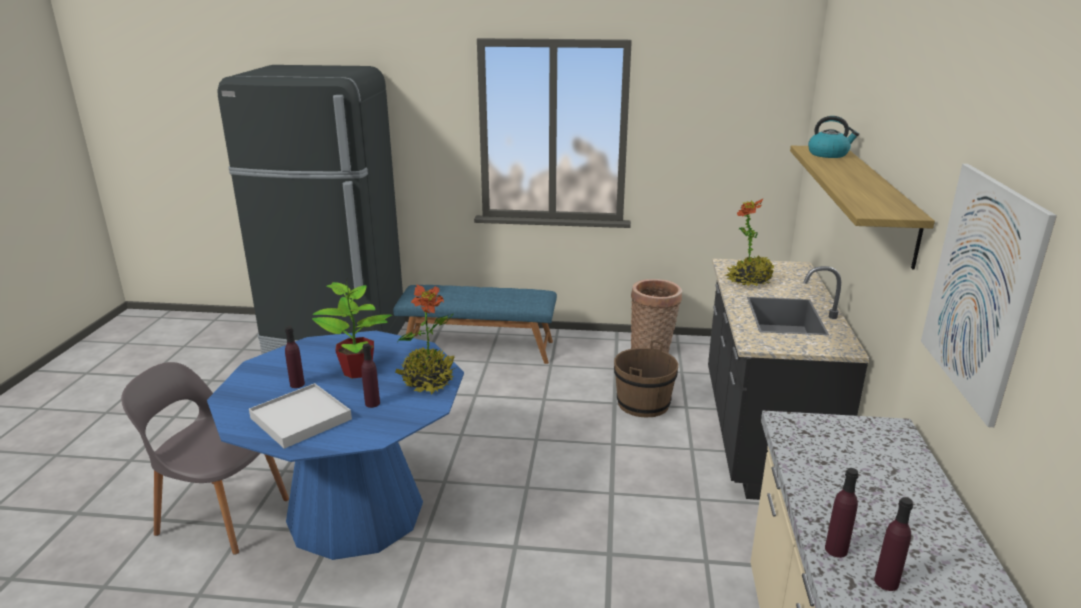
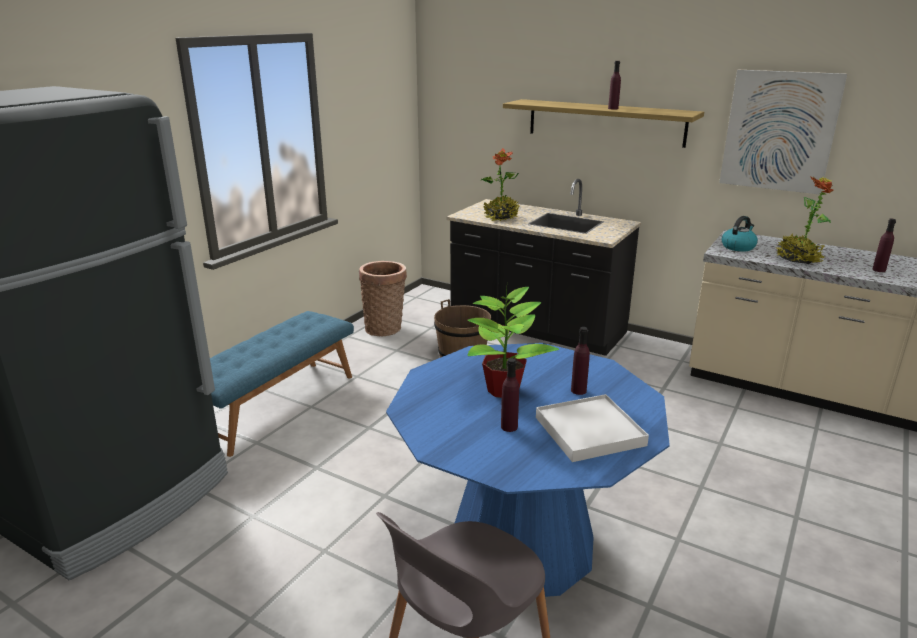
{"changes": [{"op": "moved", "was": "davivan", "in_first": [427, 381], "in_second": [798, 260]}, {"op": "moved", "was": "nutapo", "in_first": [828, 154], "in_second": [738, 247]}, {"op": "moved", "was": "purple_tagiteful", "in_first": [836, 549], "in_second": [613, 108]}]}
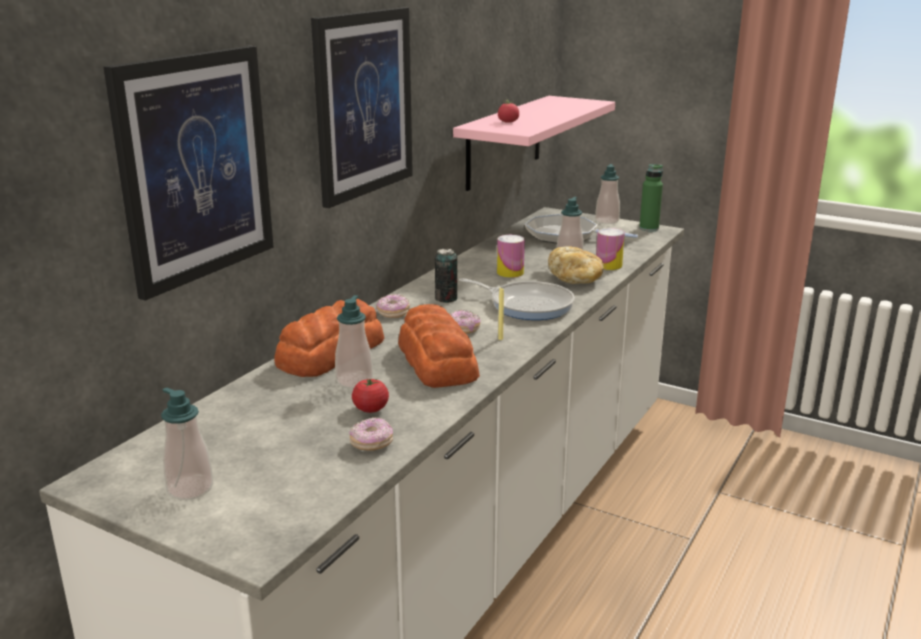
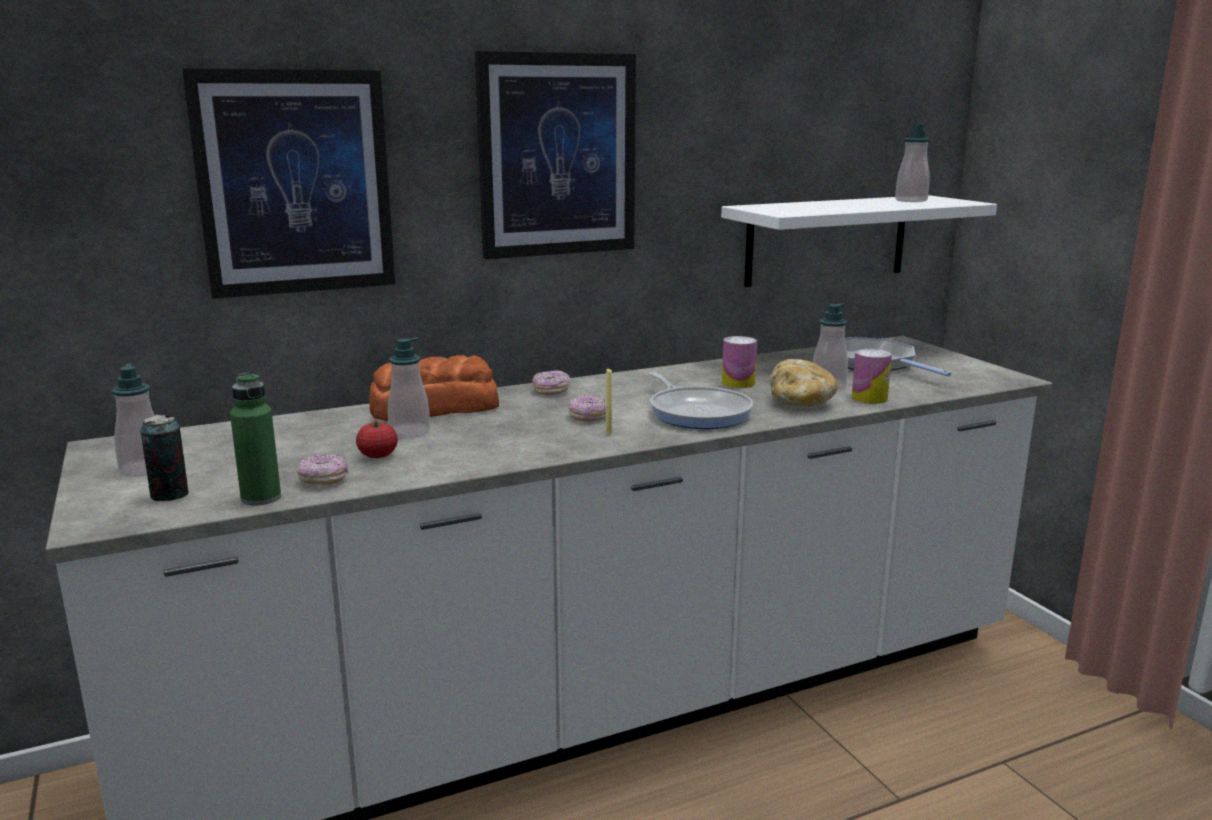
{"changes": [{"op": "removed", "was": "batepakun", "in_first": [437, 361]}, {"op": "removed", "was": "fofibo", "in_first": [508, 122]}, {"op": "moved", "was": "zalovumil", "in_first": [446, 299], "in_second": [170, 495]}, {"op": "moved", "was": "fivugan", "in_first": [607, 221], "in_second": [911, 200]}, {"op": "moved", "was": "green_tagiteful", "in_first": [649, 228], "in_second": [261, 498]}, {"op": "recoloured", "was": "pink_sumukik", "now": "white_sumukik", "in_first": [504, 142], "in_second": [827, 240]}]}
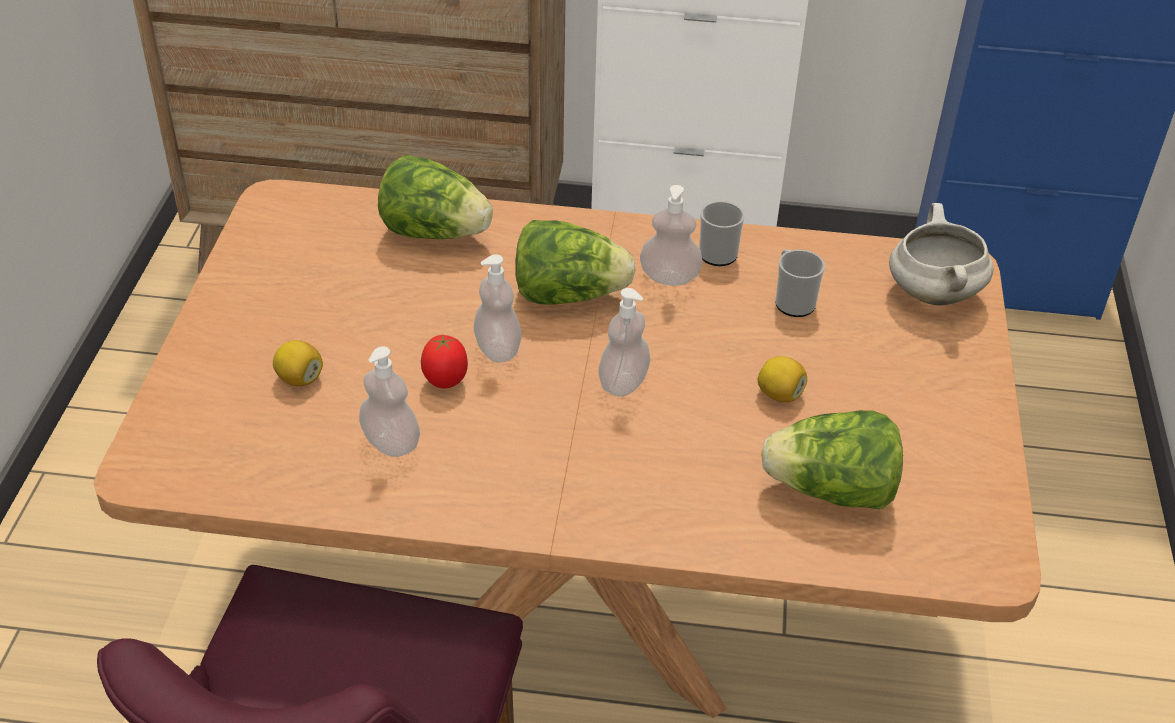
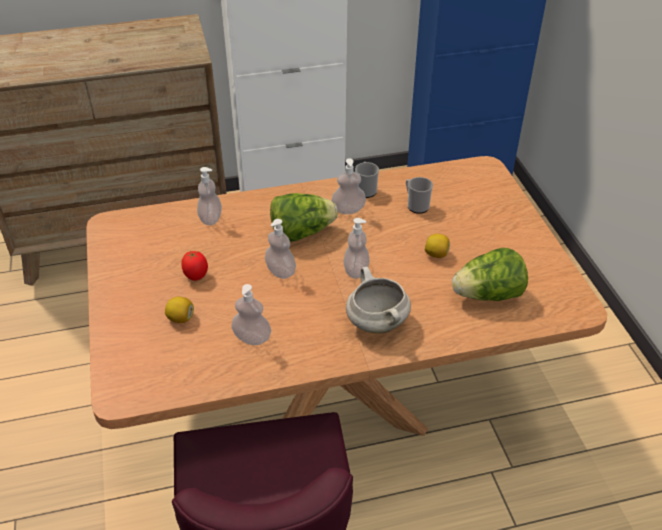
{"changes": [{"op": "moved", "was": "fofibo", "in_first": [445, 381], "in_second": [196, 276]}, {"op": "moved", "was": "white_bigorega", "in_first": [932, 293], "in_second": [376, 322]}, {"op": "replaced", "was": "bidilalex", "now": "fivugan", "in_first": [435, 232], "in_second": [210, 218]}]}
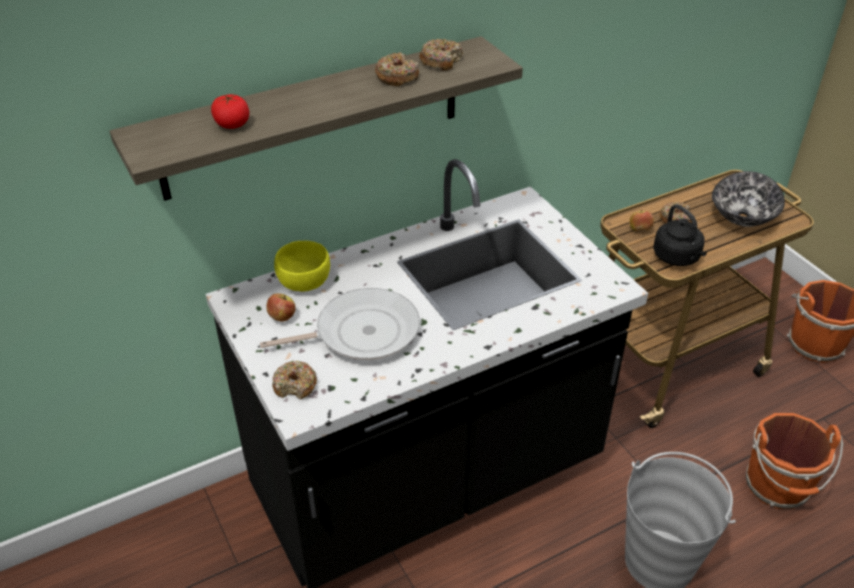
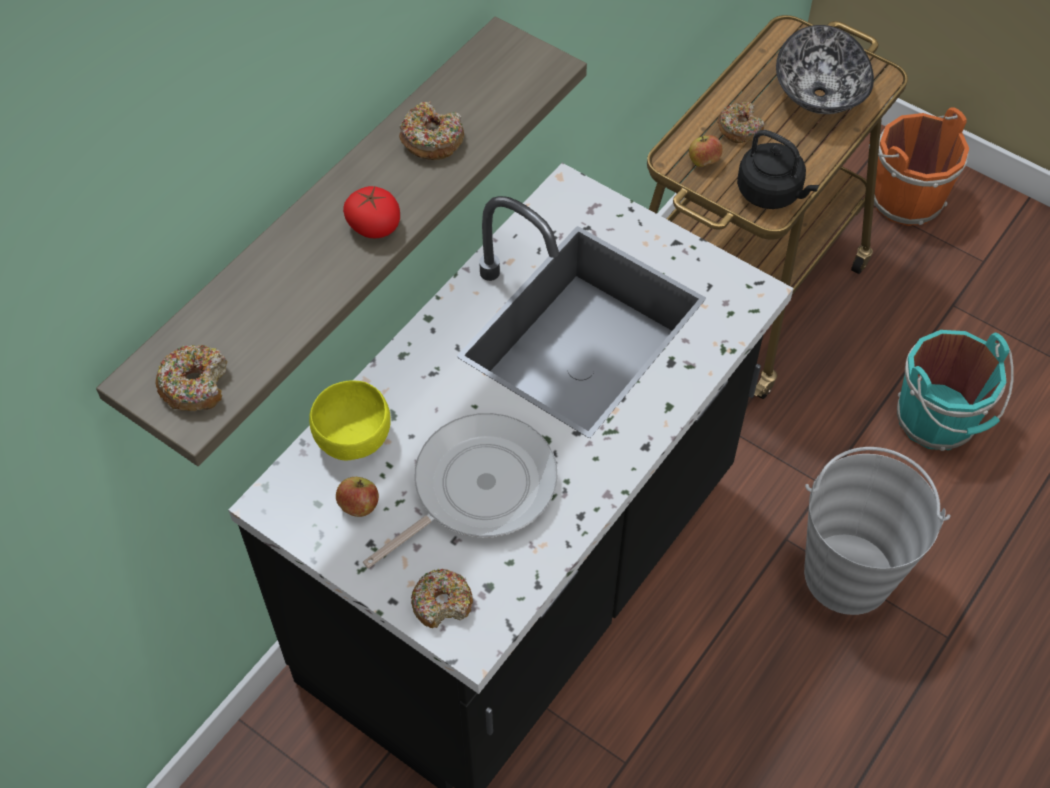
{"changes": [{"op": "moved", "was": "fofibo", "in_first": [232, 124], "in_second": [374, 225]}, {"op": "moved", "was": "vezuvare", "in_first": [440, 61], "in_second": [195, 384]}, {"op": "recoloured", "was": "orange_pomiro", "now": "turquoise_pomiro", "in_first": [778, 487], "in_second": [938, 420]}]}
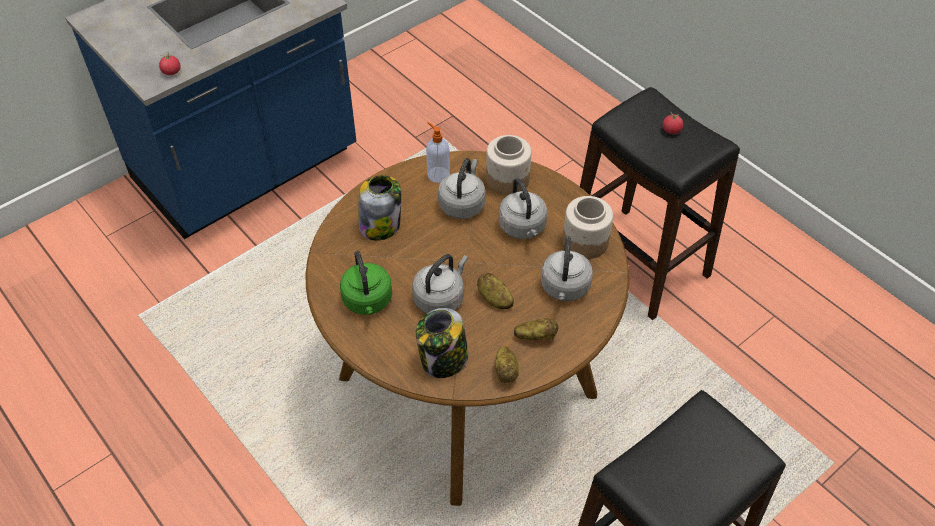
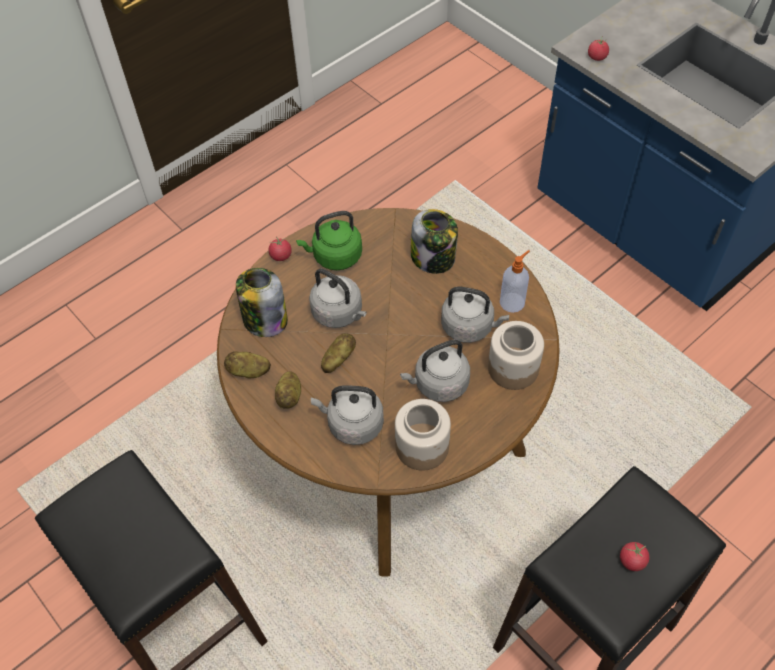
{"changes": [{"op": "added", "now": "fofibo", "in_second": [281, 256]}]}
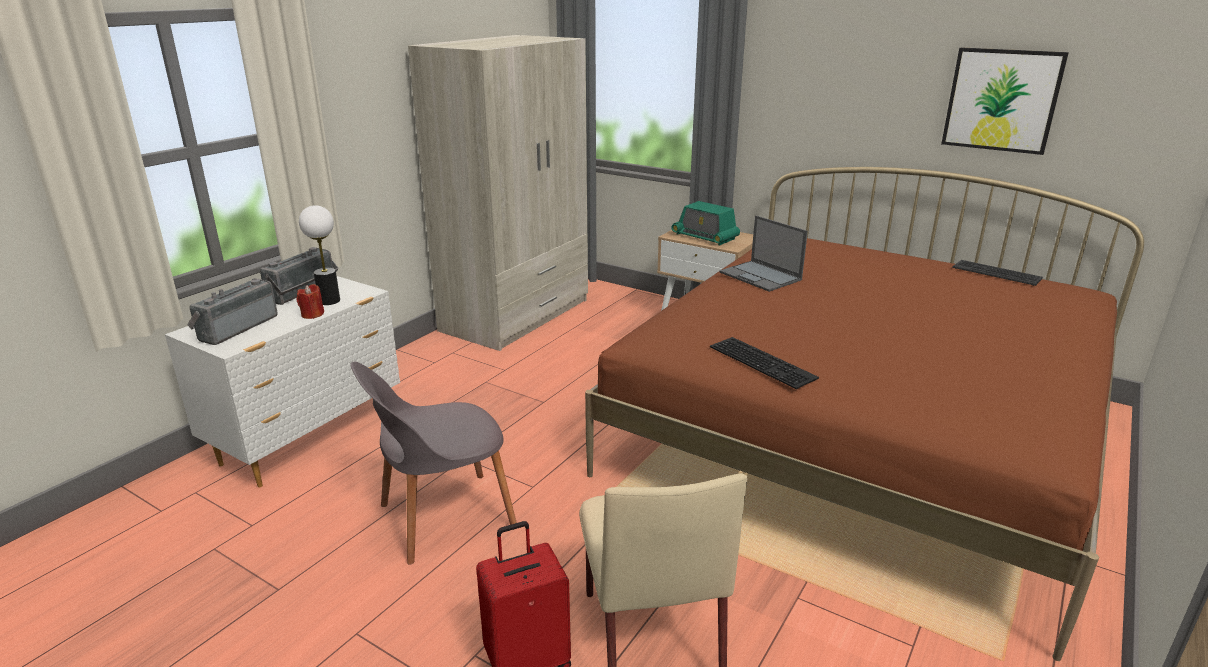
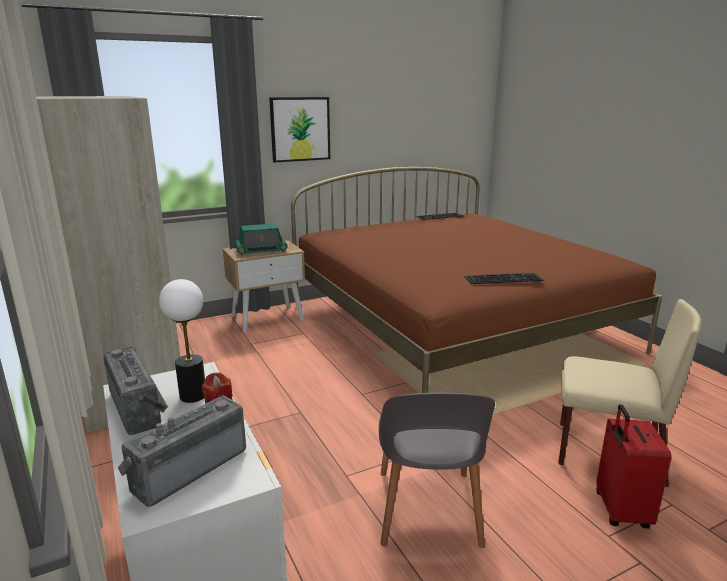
{"changes": [{"op": "removed", "was": "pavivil", "in_first": [761, 276]}, {"op": "moved", "was": "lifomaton", "in_first": [1002, 100], "in_second": [300, 129]}, {"op": "turned", "was": "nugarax", "in_first": [236, 327], "in_second": [187, 468], "clockwise": 75}]}
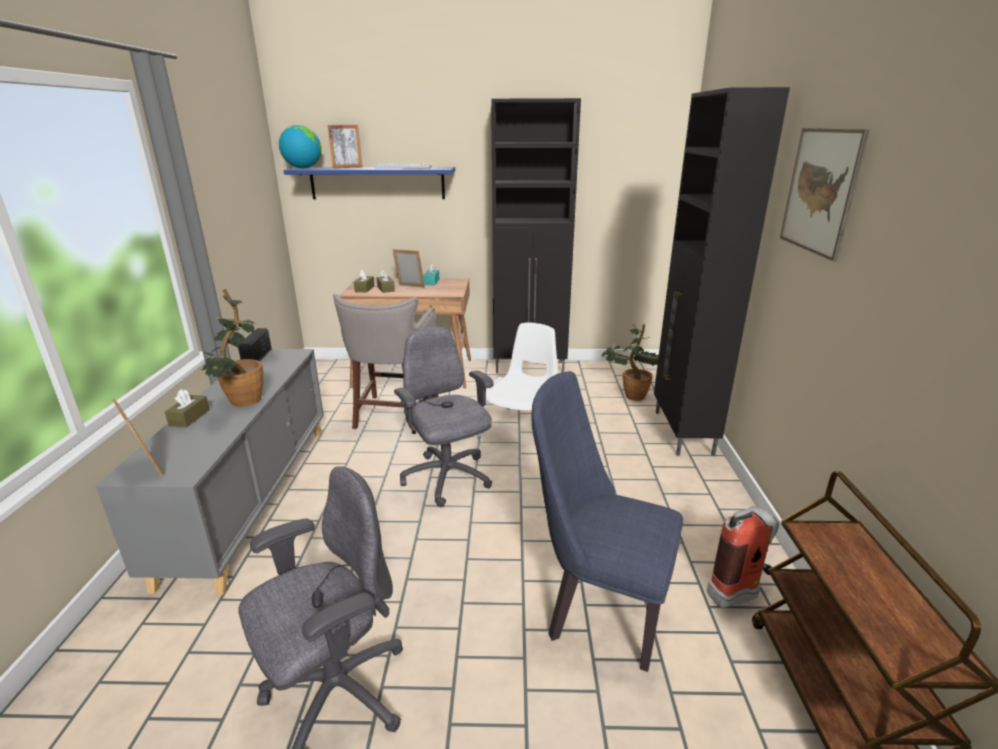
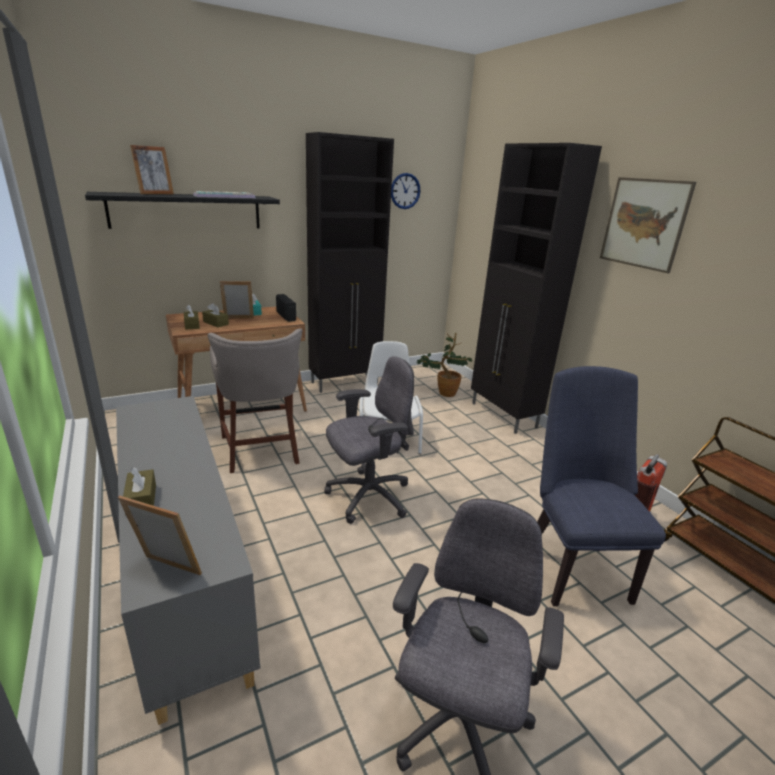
{"changes": [{"op": "removed", "was": "davivan", "in_first": [241, 403]}, {"op": "removed", "was": "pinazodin", "in_first": [303, 168]}, {"op": "added", "now": "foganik", "in_second": [405, 191]}, {"op": "moved", "was": "nugarax", "in_first": [258, 358], "in_second": [286, 316]}, {"op": "recoloured", "was": "blue_sumukik", "now": "black_sumukik", "in_first": [377, 183], "in_second": [186, 211]}, {"op": "turned", "was": "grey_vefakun", "in_first": [447, 479], "in_second": [367, 497], "clockwise": 120}, {"op": "turned", "was": "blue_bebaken", "in_first": [597, 611], "in_second": [572, 566], "clockwise": 90}]}
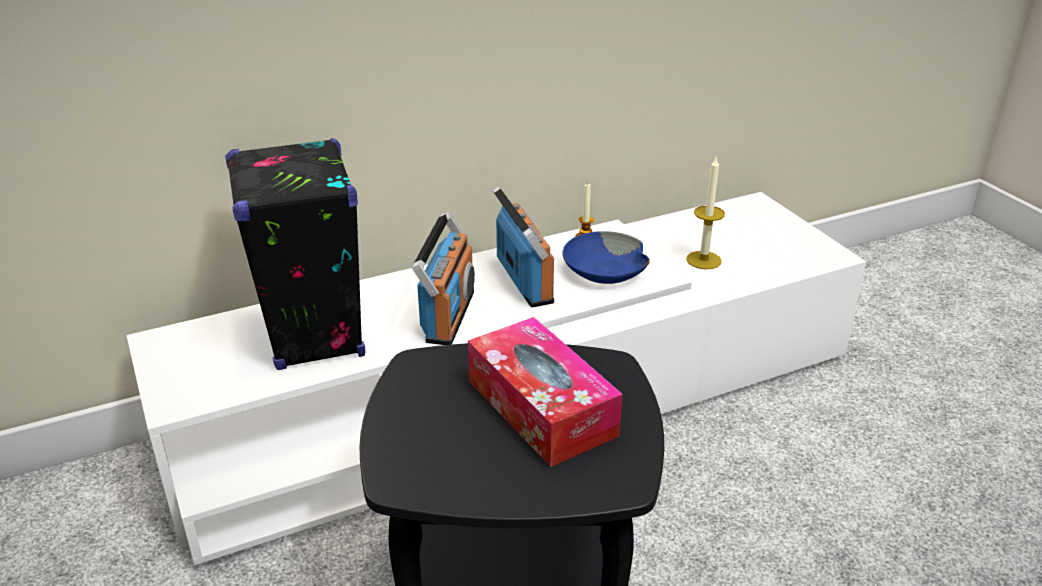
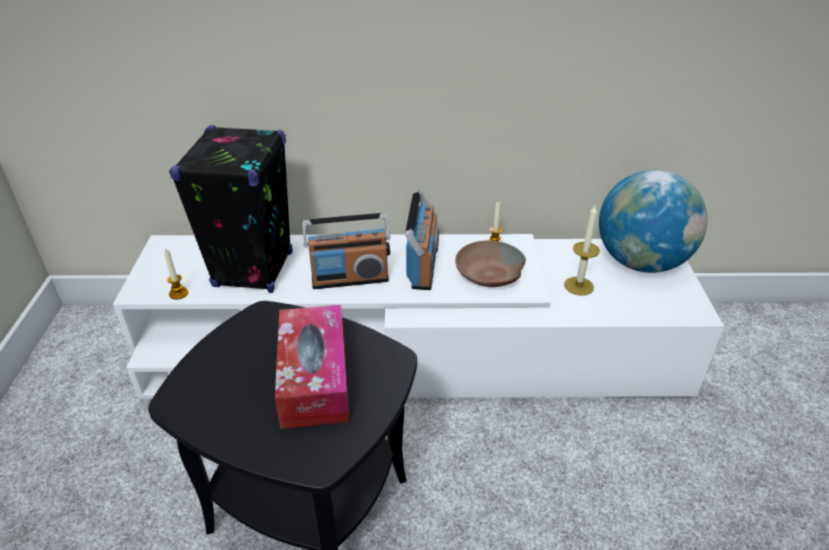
{"changes": [{"op": "added", "now": "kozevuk", "in_second": [178, 293]}, {"op": "added", "now": "pinazodin", "in_second": [640, 262]}, {"op": "recoloured", "was": "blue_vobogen", "now": "brown_vobogen", "in_first": [605, 271], "in_second": [488, 274]}, {"op": "turned", "was": "nugarax", "in_first": [448, 316], "in_second": [350, 279], "clockwise": 45}]}
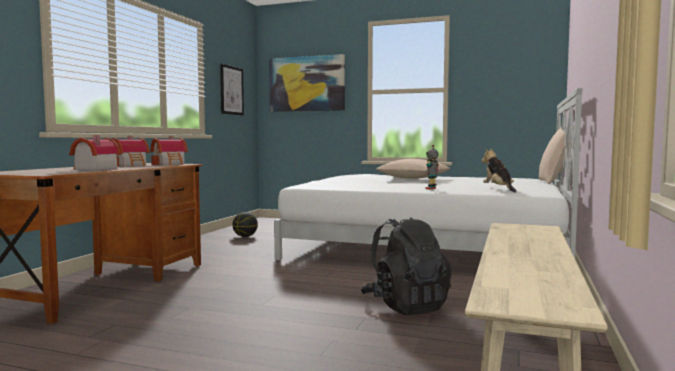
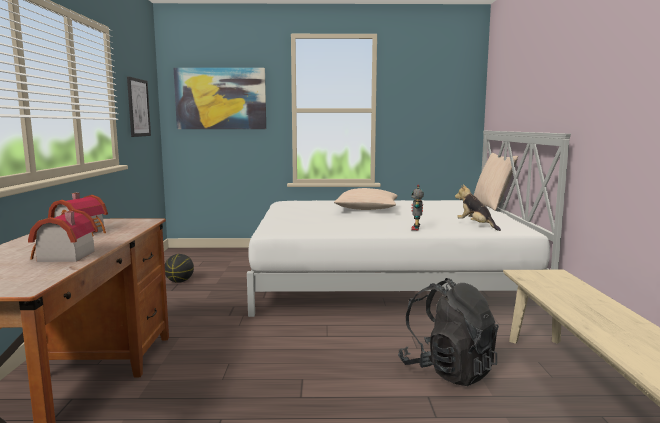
{"changes": [{"op": "removed", "was": "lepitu", "in_first": [170, 164]}]}
